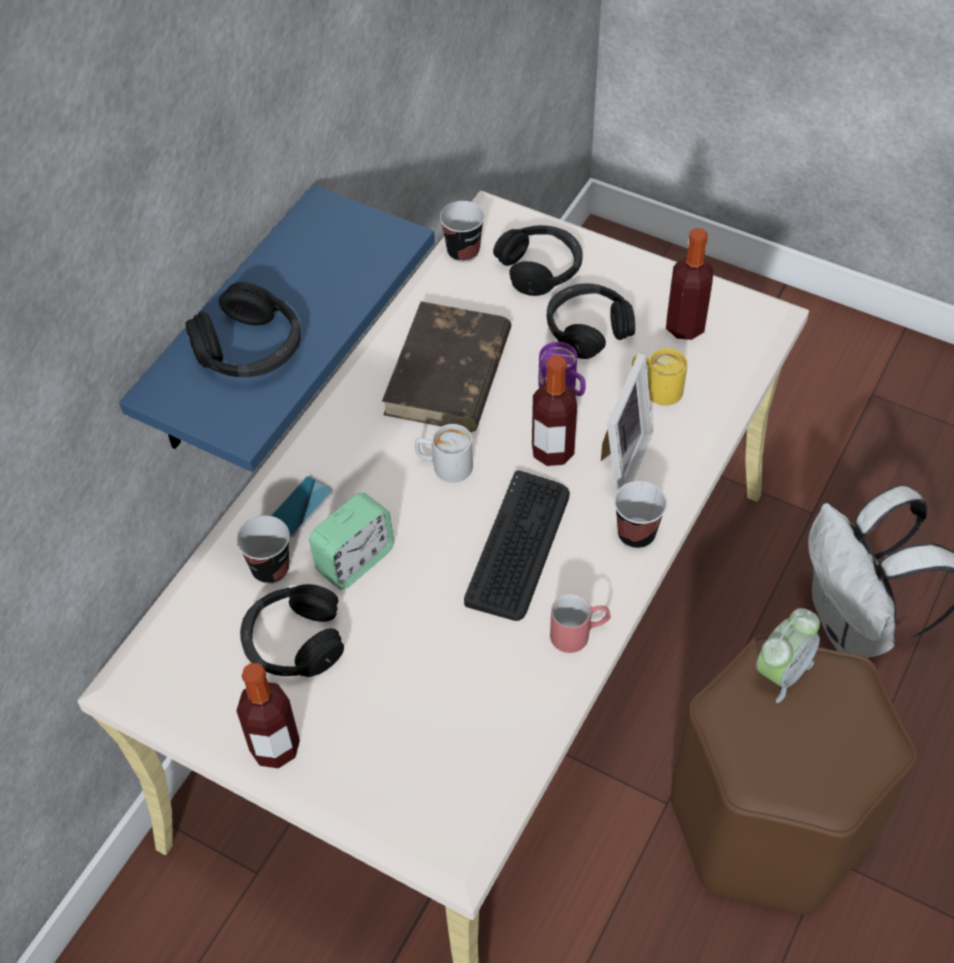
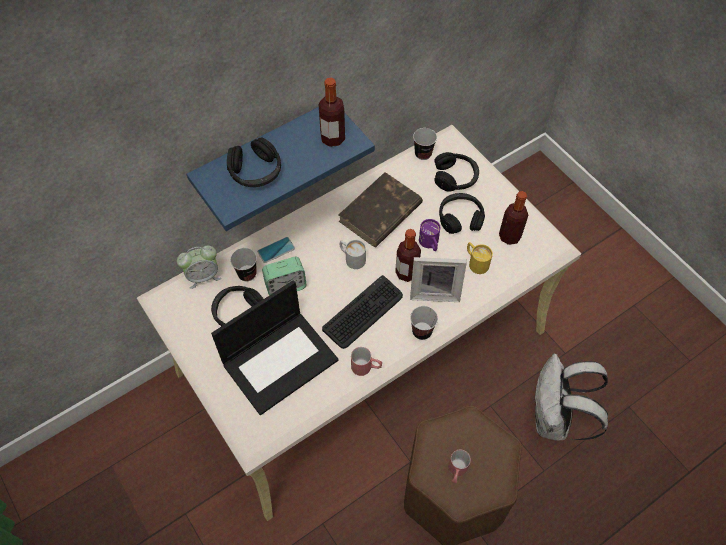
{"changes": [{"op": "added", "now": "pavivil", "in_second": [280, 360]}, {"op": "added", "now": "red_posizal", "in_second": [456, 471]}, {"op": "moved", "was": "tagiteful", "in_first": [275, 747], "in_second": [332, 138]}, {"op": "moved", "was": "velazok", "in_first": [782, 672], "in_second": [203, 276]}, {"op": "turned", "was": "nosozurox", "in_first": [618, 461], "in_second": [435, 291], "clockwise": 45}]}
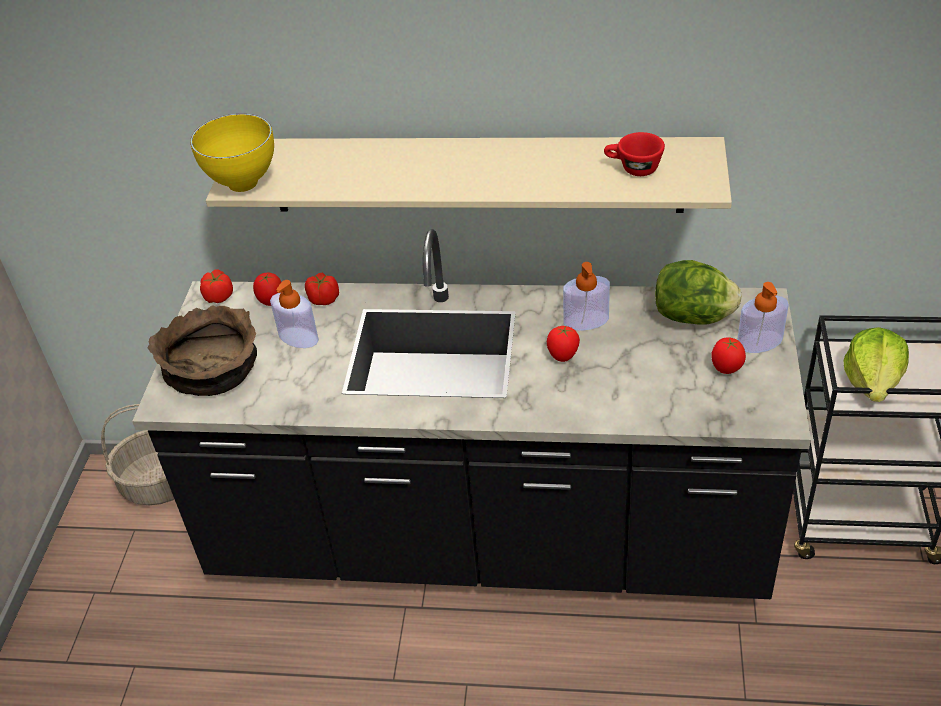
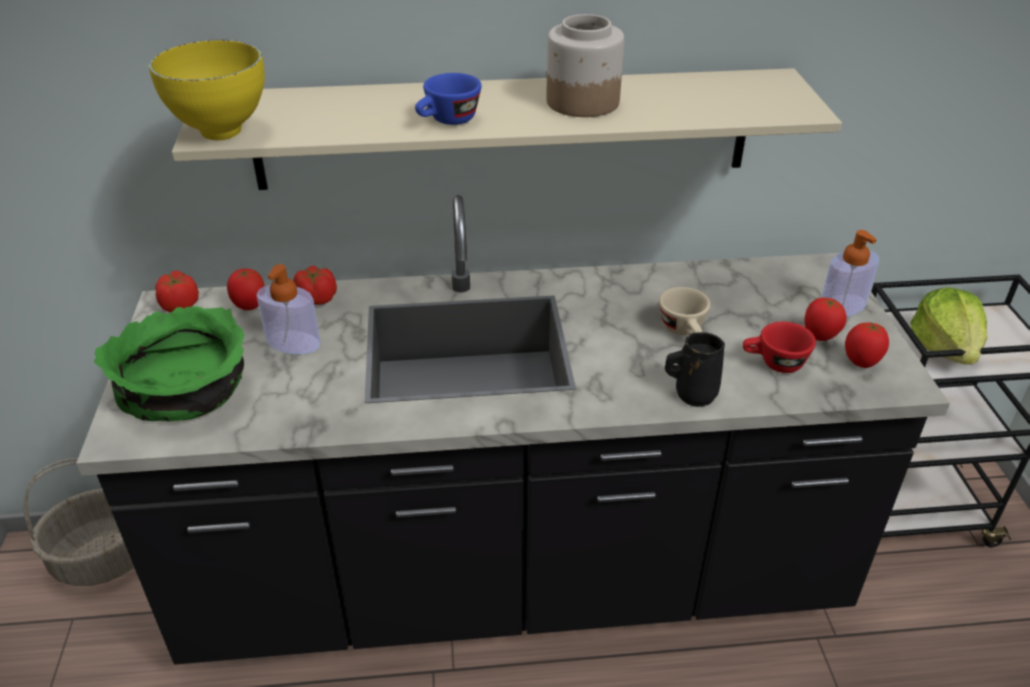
{"changes": [{"op": "removed", "was": "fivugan", "in_first": [586, 321]}, {"op": "removed", "was": "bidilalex", "in_first": [693, 317]}, {"op": "added", "now": "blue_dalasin", "in_second": [447, 121]}, {"op": "added", "now": "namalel", "in_second": [581, 102]}, {"op": "added", "now": "beige_dalasin", "in_second": [684, 331]}, {"op": "added", "now": "black_posizal", "in_second": [693, 394]}, {"op": "moved", "was": "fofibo", "in_first": [563, 357], "in_second": [861, 363]}, {"op": "moved", "was": "red_dalasin", "in_first": [633, 169], "in_second": [774, 363]}, {"op": "recoloured", "was": "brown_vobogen", "now": "green_vobogen", "in_first": [214, 371], "in_second": [187, 390]}]}
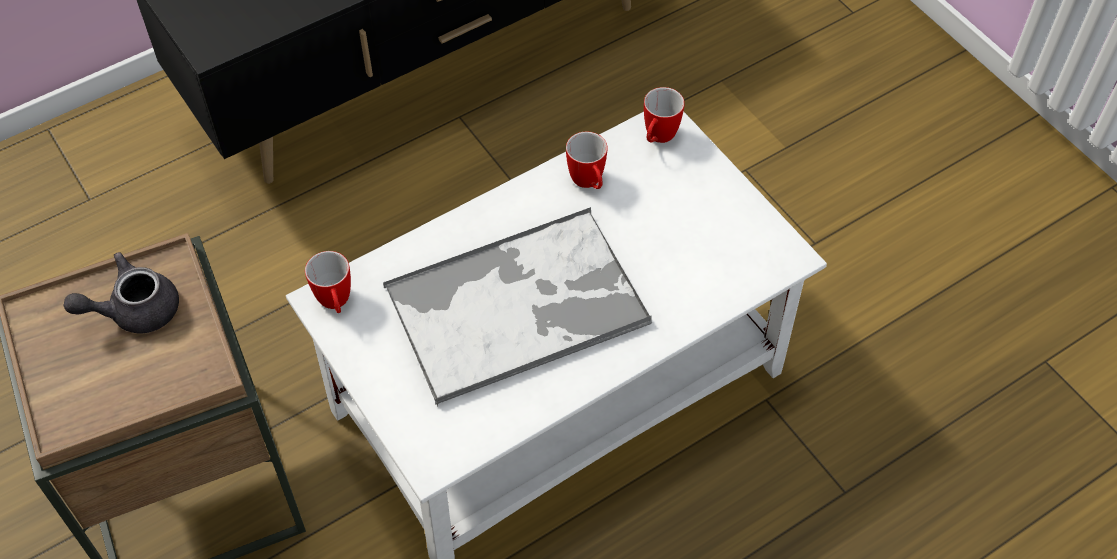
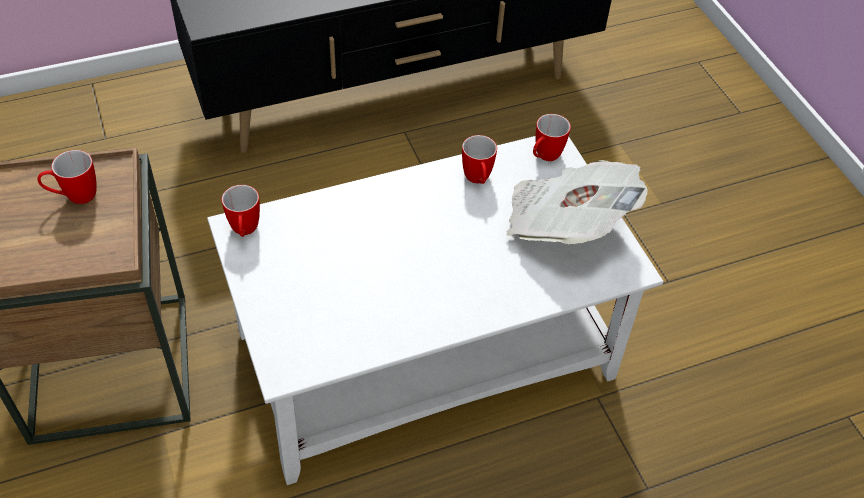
{"changes": [{"op": "removed", "was": "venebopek", "in_first": [519, 305]}, {"op": "added", "now": "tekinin", "in_second": [565, 223]}, {"op": "replaced", "was": "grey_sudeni", "now": "posizal", "in_first": [134, 310], "in_second": [74, 197]}]}
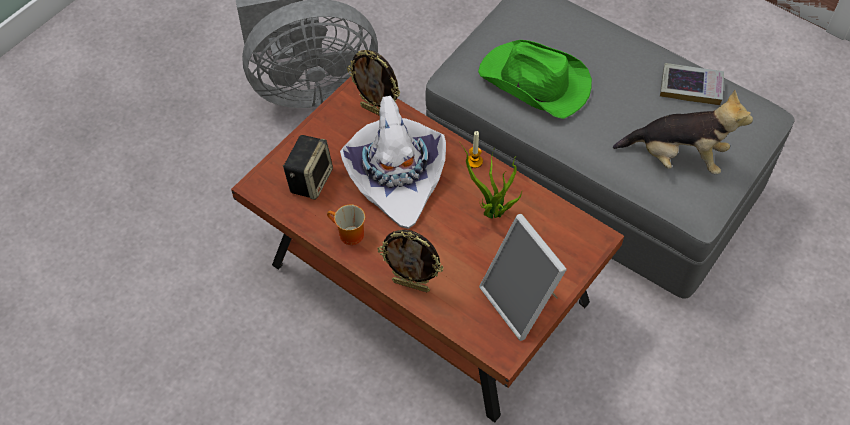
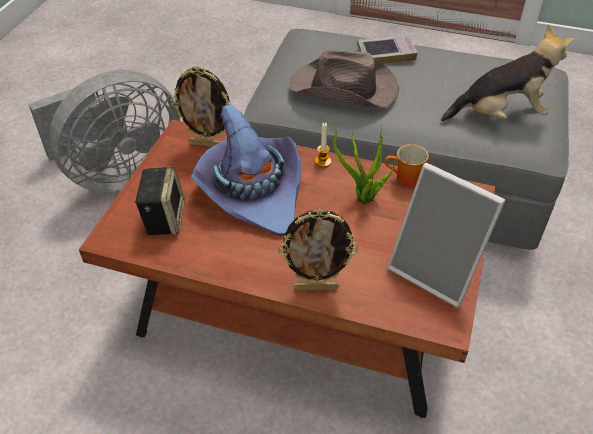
{"changes": [{"op": "moved", "was": "posizal", "in_first": [348, 235], "in_second": [405, 180]}, {"op": "moved", "was": "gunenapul", "in_first": [691, 87], "in_second": [386, 54]}, {"op": "recoloured", "was": "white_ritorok", "now": "purple_ritorok", "in_first": [396, 174], "in_second": [252, 191]}, {"op": "recoloured", "was": "green_ritorok", "now": "brown_ritorok", "in_first": [535, 82], "in_second": [345, 89]}]}
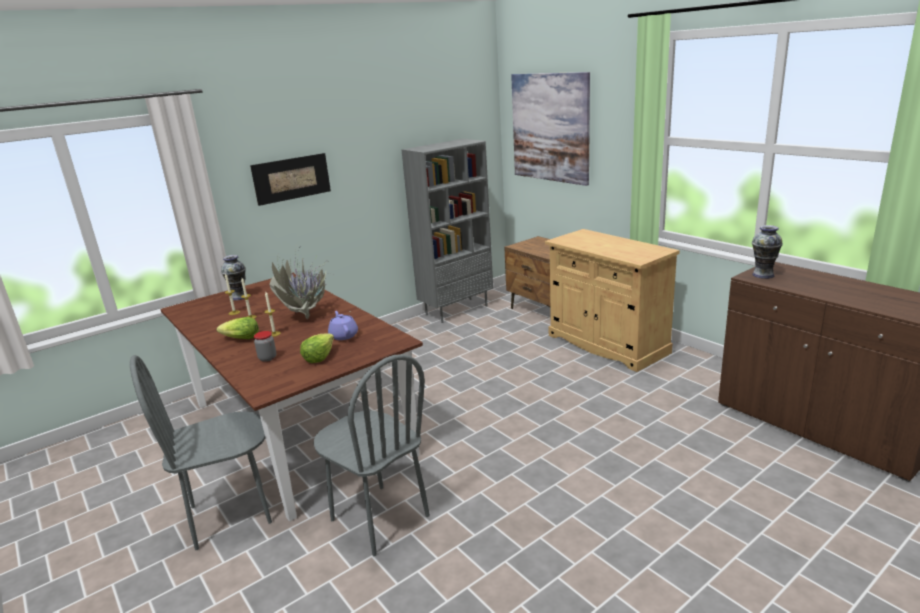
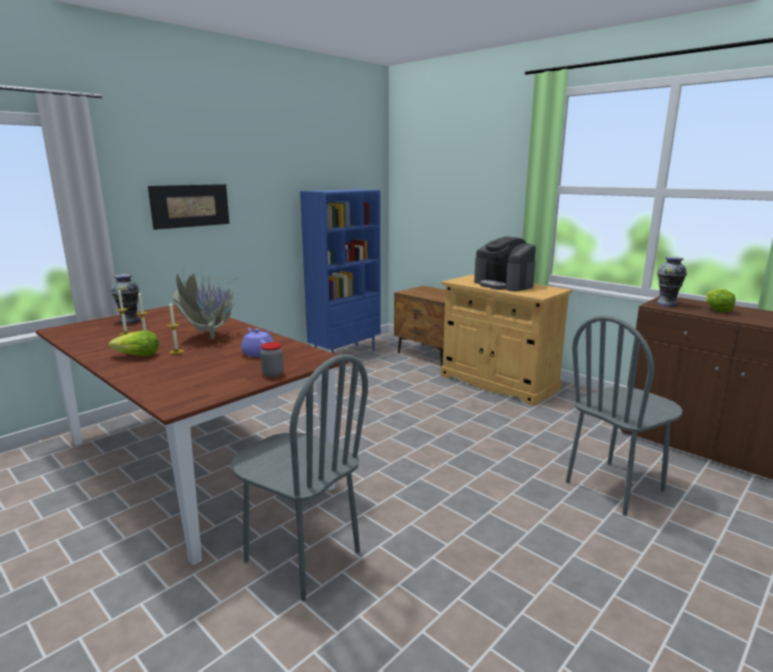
{"changes": [{"op": "removed", "was": "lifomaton", "in_first": [550, 127]}, {"op": "added", "now": "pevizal", "in_second": [504, 284]}, {"op": "moved", "was": "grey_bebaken", "in_first": [230, 515], "in_second": [615, 487]}, {"op": "moved", "was": "namalel", "in_first": [267, 358], "in_second": [273, 374]}, {"op": "moved", "was": "bidilalex", "in_first": [319, 357], "in_second": [716, 310]}, {"op": "recoloured", "was": "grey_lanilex", "now": "blue_lanilex", "in_first": [456, 310], "in_second": [345, 354]}]}
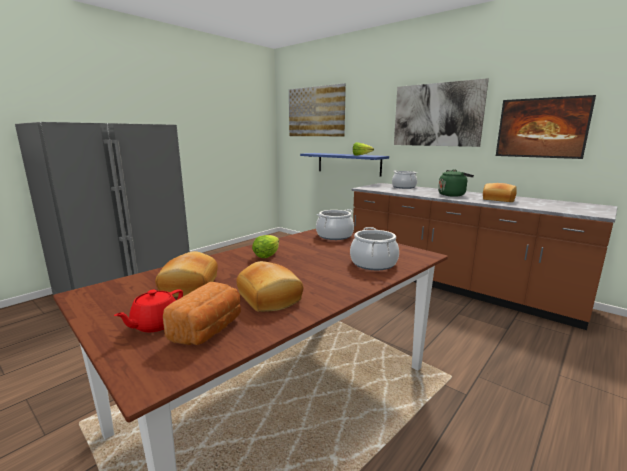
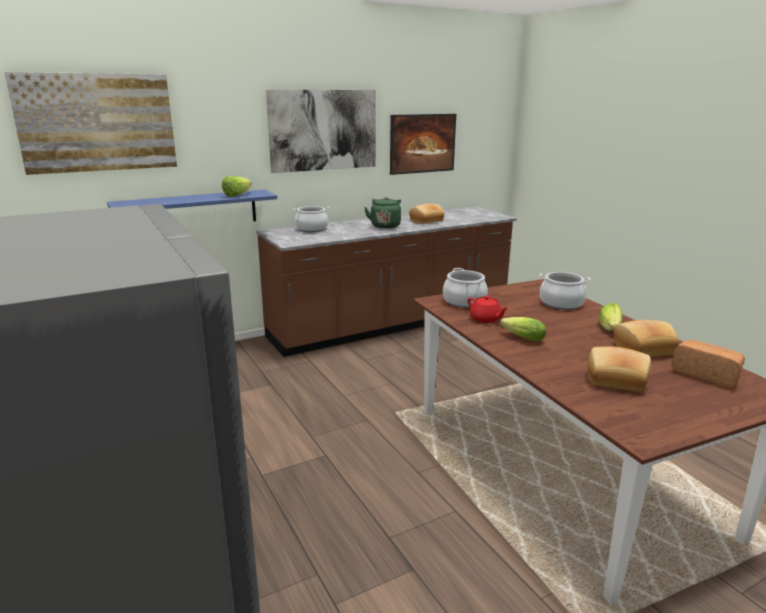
{"changes": [{"op": "added", "now": "bidilalex", "in_second": [610, 329]}, {"op": "moved", "was": "red_sudeni", "in_first": [155, 324], "in_second": [485, 319]}]}
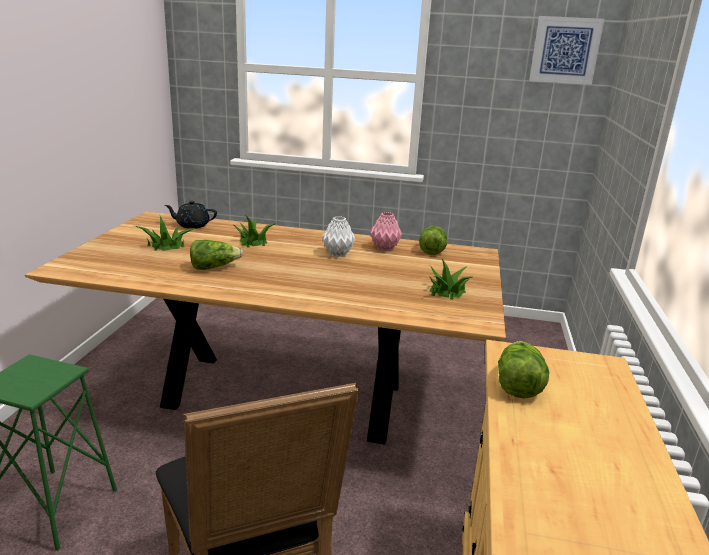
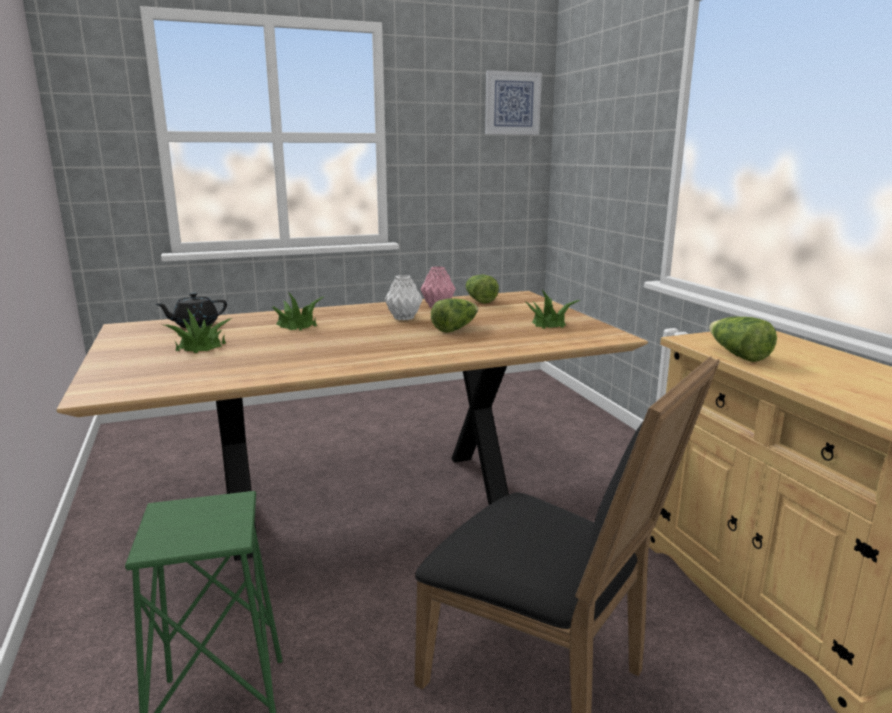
{"changes": [{"op": "moved", "was": "bidilalex", "in_first": [214, 267], "in_second": [455, 328]}]}
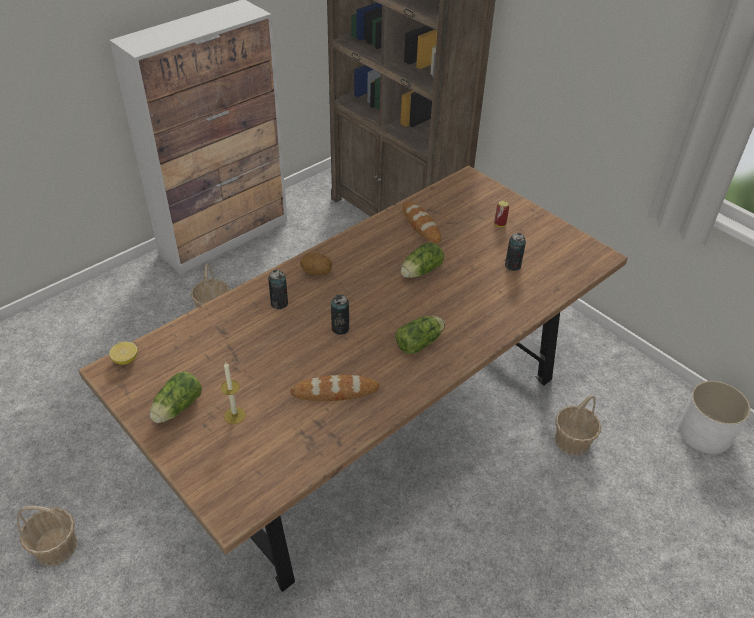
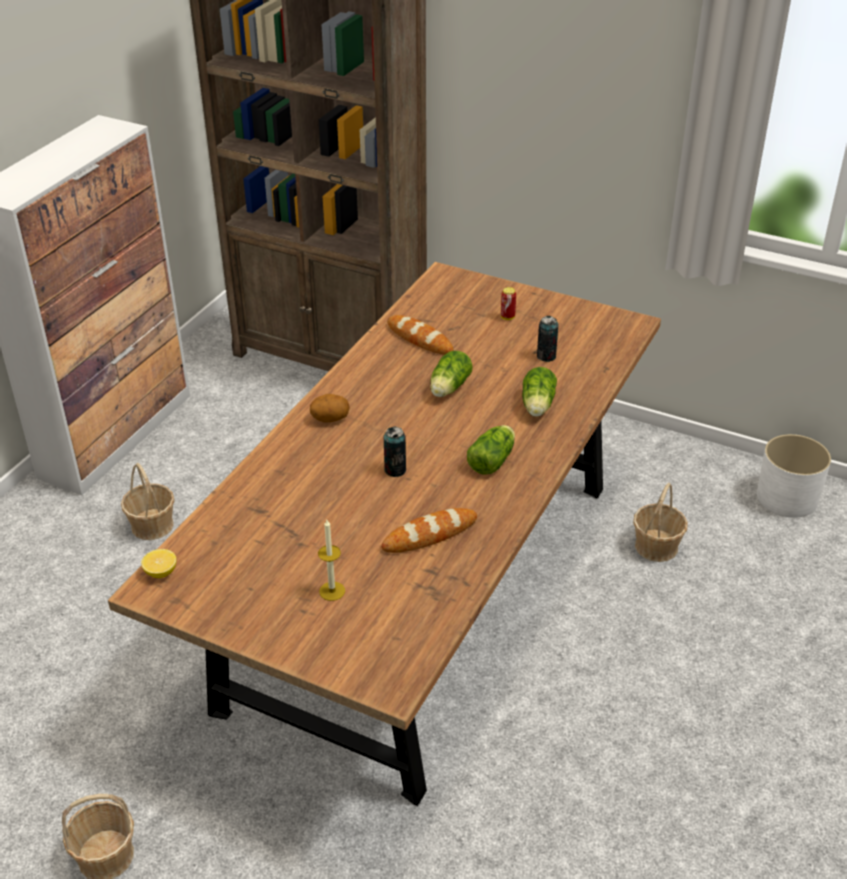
{"changes": [{"op": "removed", "was": "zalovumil", "in_first": [279, 303]}, {"op": "moved", "was": "bidilalex", "in_first": [176, 408], "in_second": [537, 406]}]}
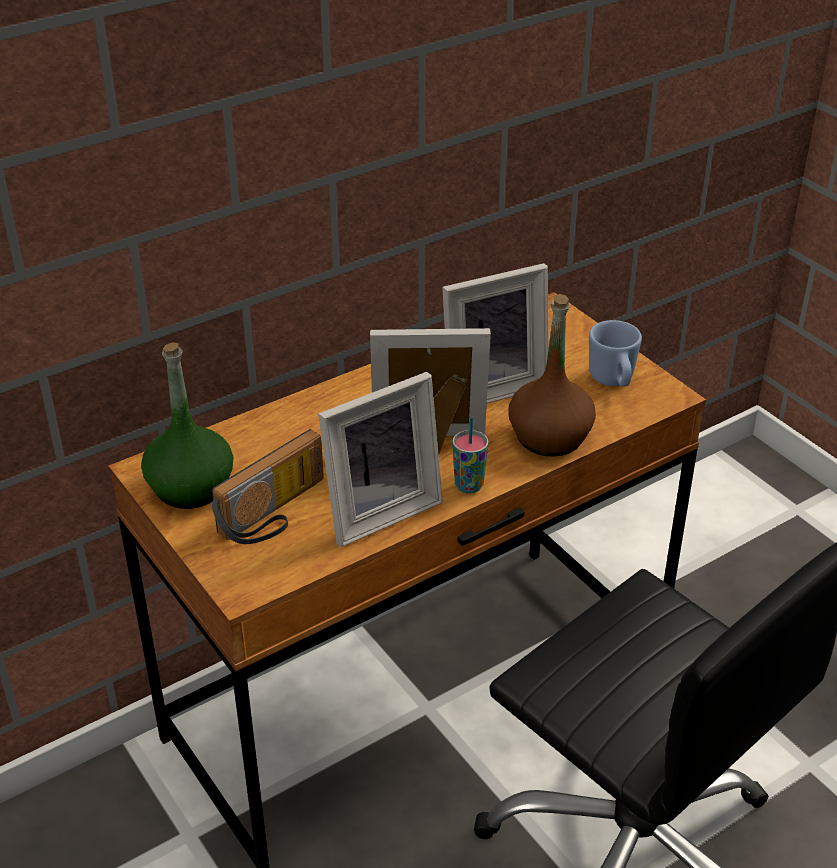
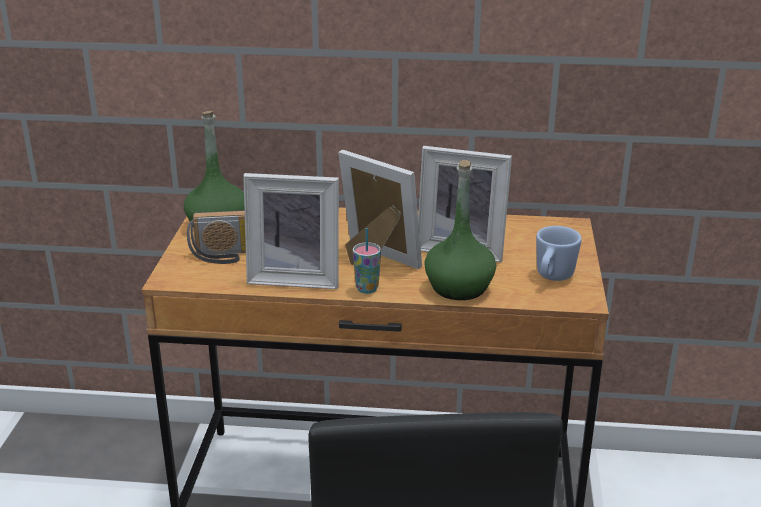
{"changes": [{"op": "recoloured", "was": "brown_tagiteful", "now": "green_tagiteful", "in_first": [550, 437], "in_second": [459, 287]}]}
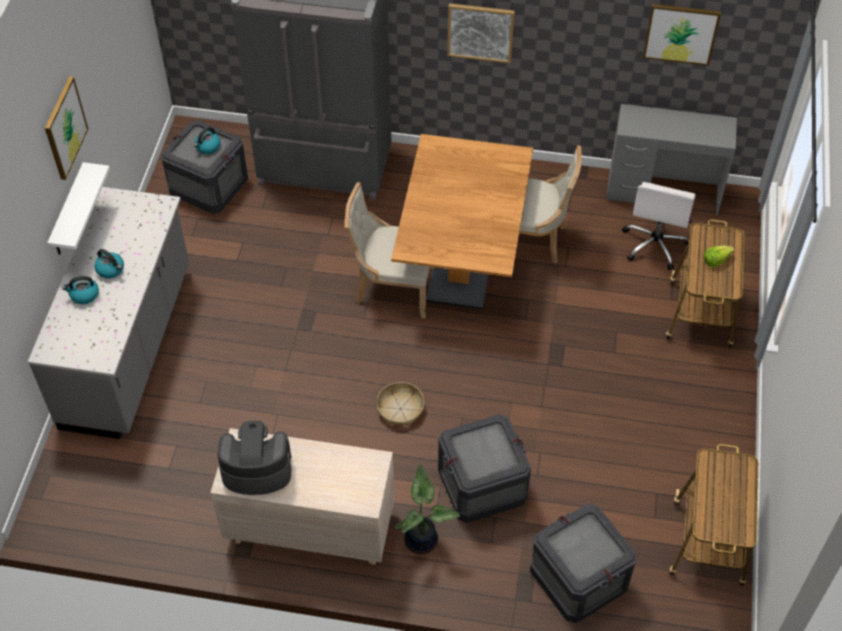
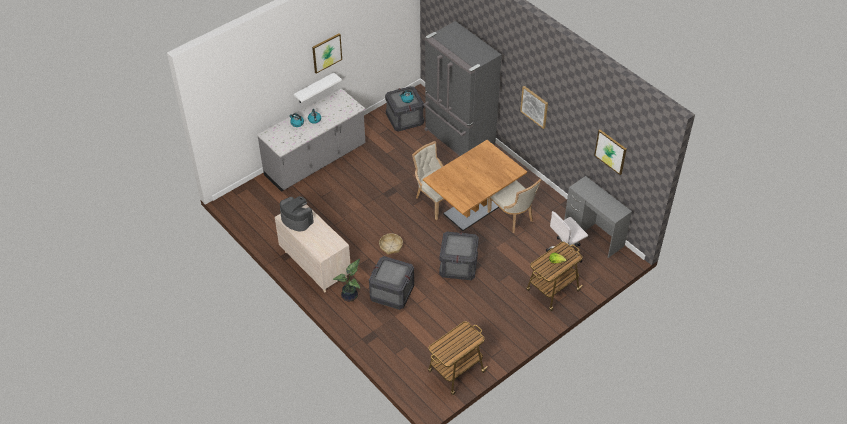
{"changes": [{"op": "moved", "was": "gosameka", "in_first": [577, 579], "in_second": [458, 266]}]}
